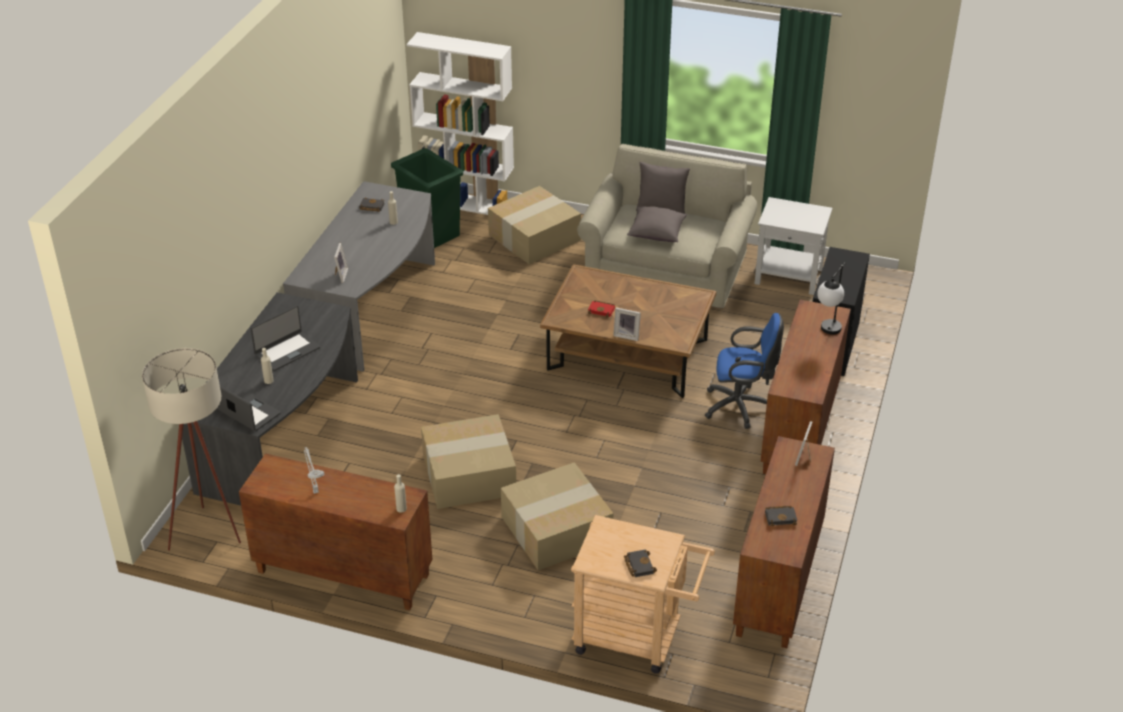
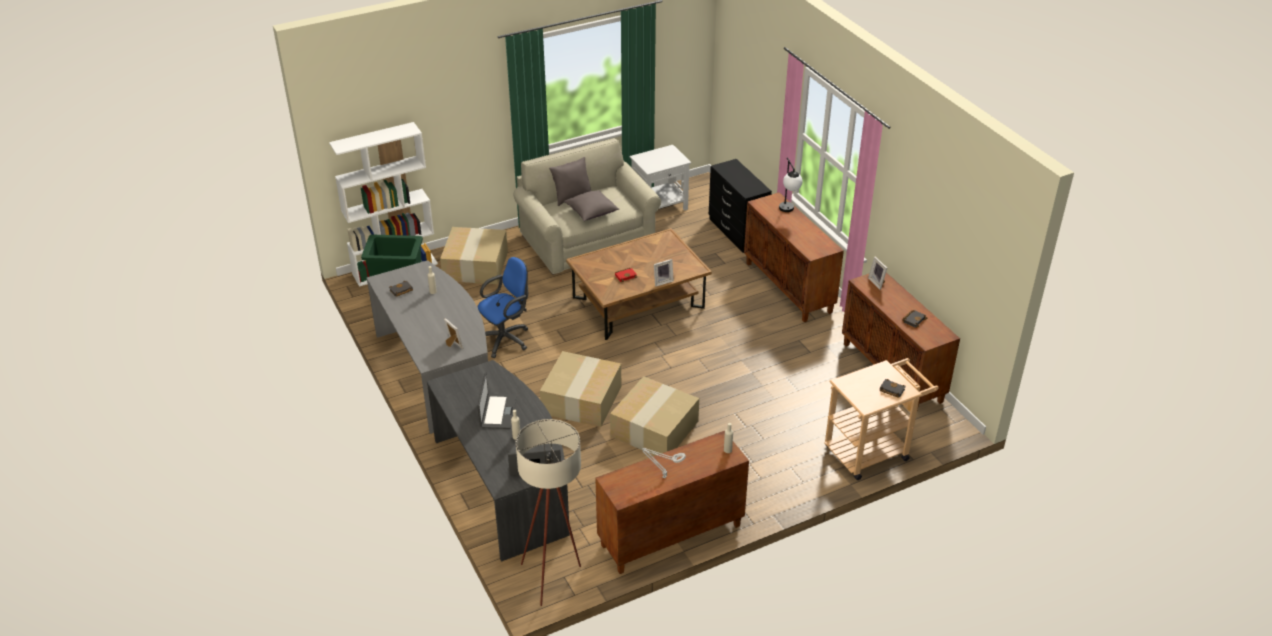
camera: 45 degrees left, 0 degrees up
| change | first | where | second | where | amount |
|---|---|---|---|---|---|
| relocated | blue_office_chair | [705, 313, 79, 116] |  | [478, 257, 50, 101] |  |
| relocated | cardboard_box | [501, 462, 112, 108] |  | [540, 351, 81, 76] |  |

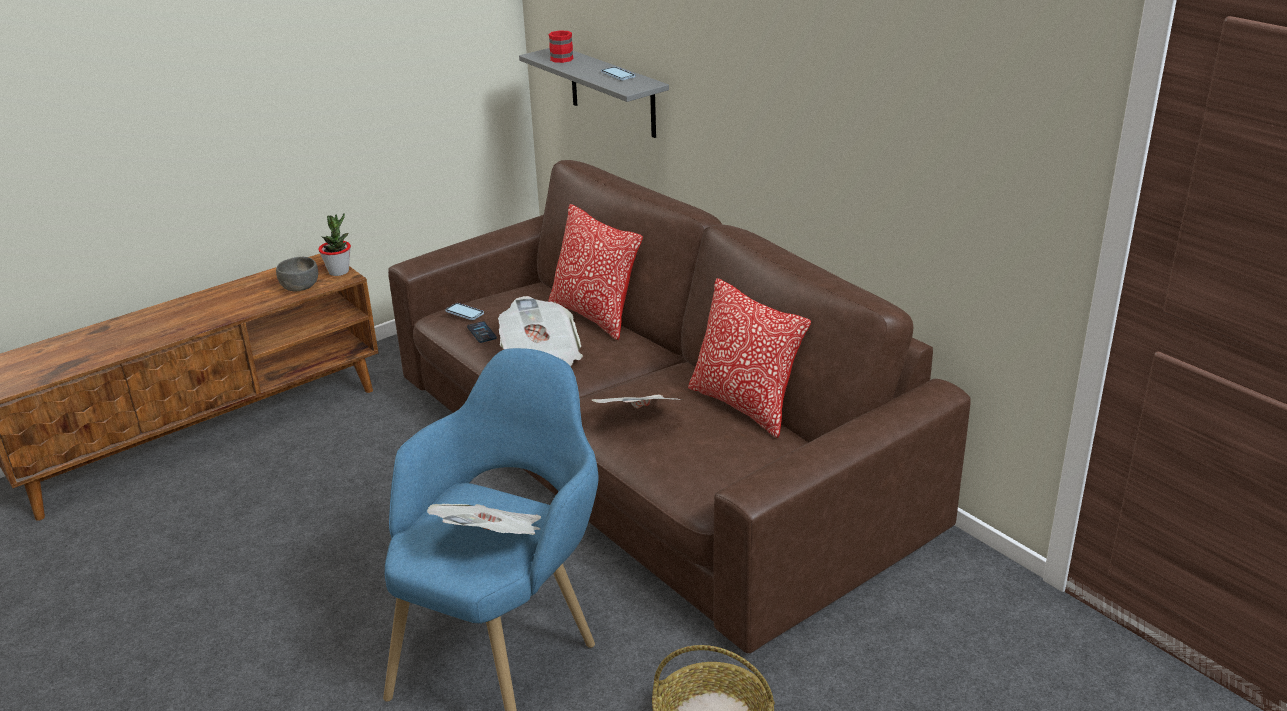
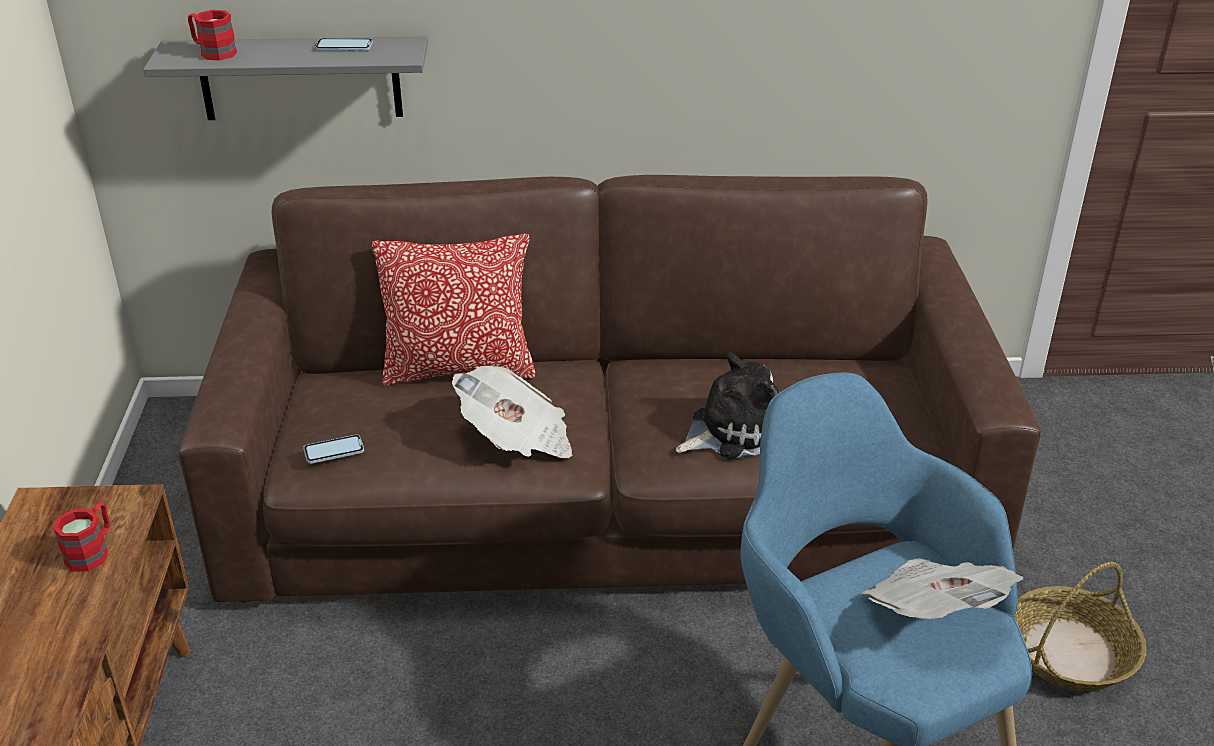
camera: 55 degrees left, 5 degrees up
| change | first | where | second | where | amount |
|---|---|---|---|---|---|
| missing | potted_plant | [318, 213, 33, 63] |  |  |  |
| exchanged | grey_bowl | [276, 257, 42, 35] | red_mug | [53, 503, 57, 69] |  |
| missing | pillow | [688, 278, 123, 160] |  |  |  |
| missing | phone | [467, 321, 30, 22] |  |  |  |
| exchanged | newspaper | [592, 395, 90, 13] | plush_toy | [676, 352, 104, 107] |  |

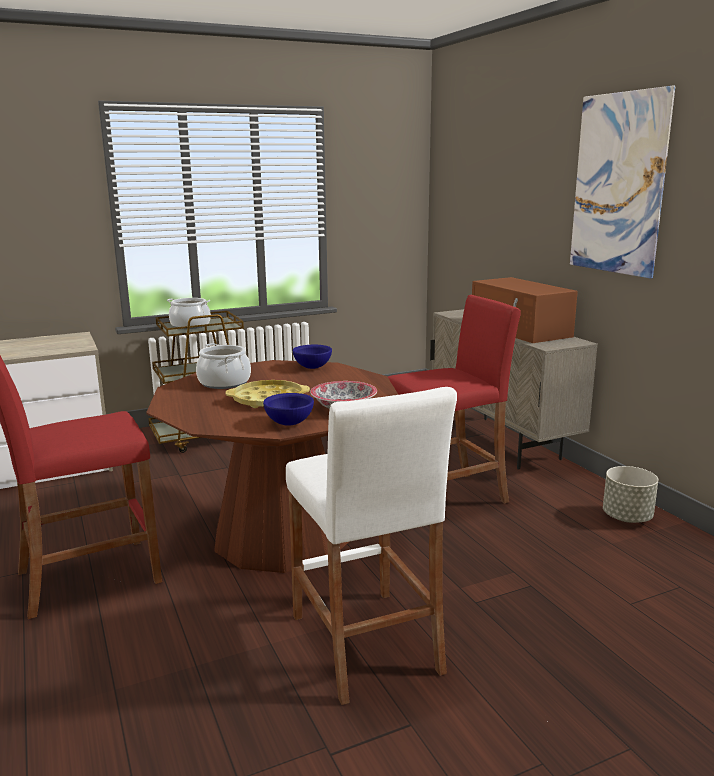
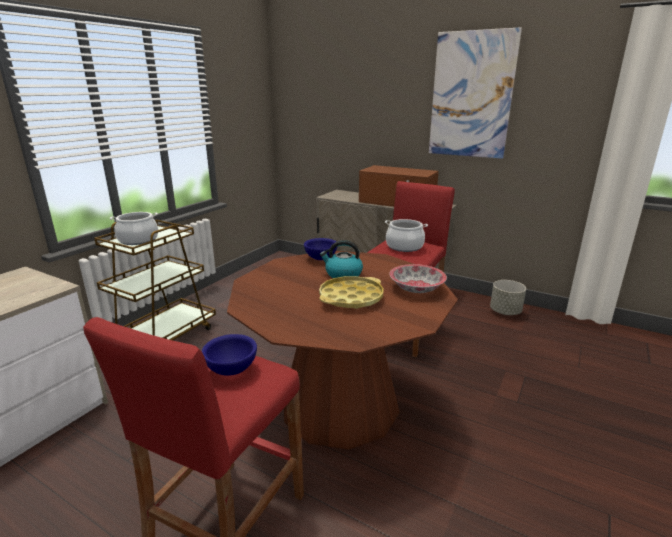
camera: 35 degrees left, 5 degrees up
| change | first | where | second | where | amount |
|---|---|---|---|---|---|
| relocated | cooking_pot | [196, 343, 55, 46] |  | [385, 219, 43, 33] |  |
| missing | white_stool | [286, 387, 171, 318] |  |  |  |
| relocated | blue_bowl | [263, 393, 51, 33] |  | [202, 334, 55, 42] |  |
| appeared |  |  | kettle | [320, 240, 43, 38] |  |

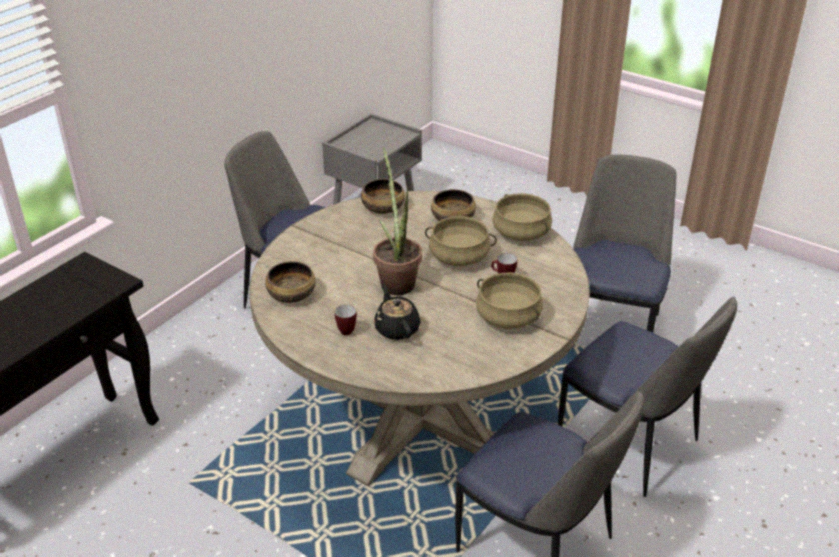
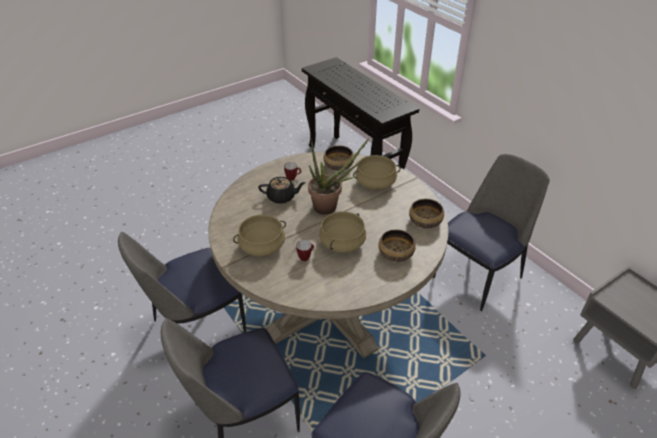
camera: 110 degrees right, 5 degrees up
| change | first | where | second | where | amount |
|---|---|---|---|---|---|
| relocated | beige_cooking_pot | [492, 193, 60, 48] |  | [353, 155, 48, 35] |  |

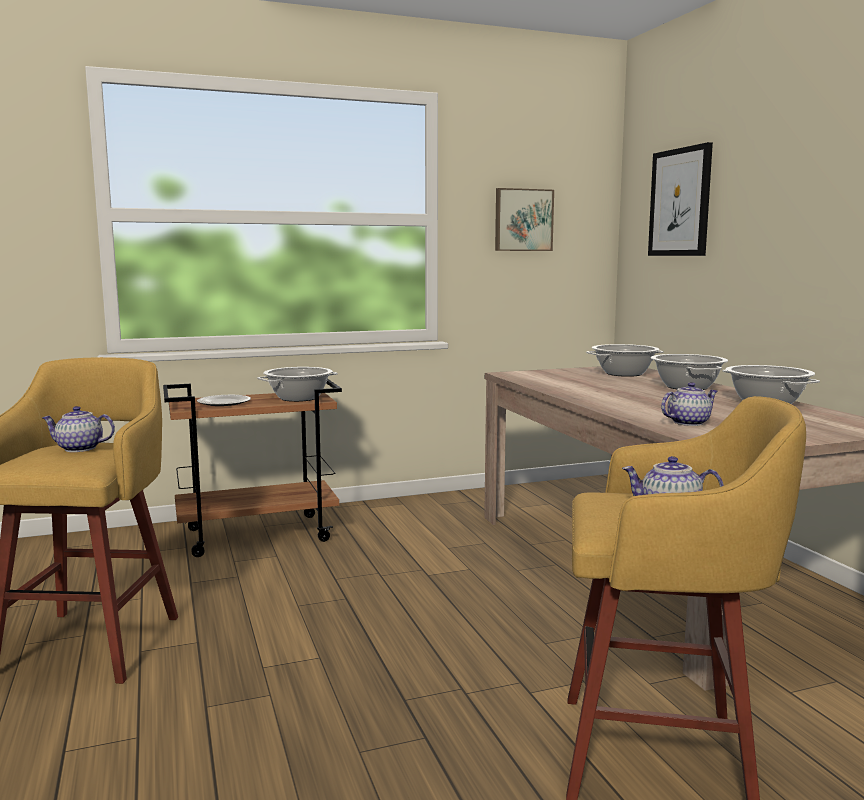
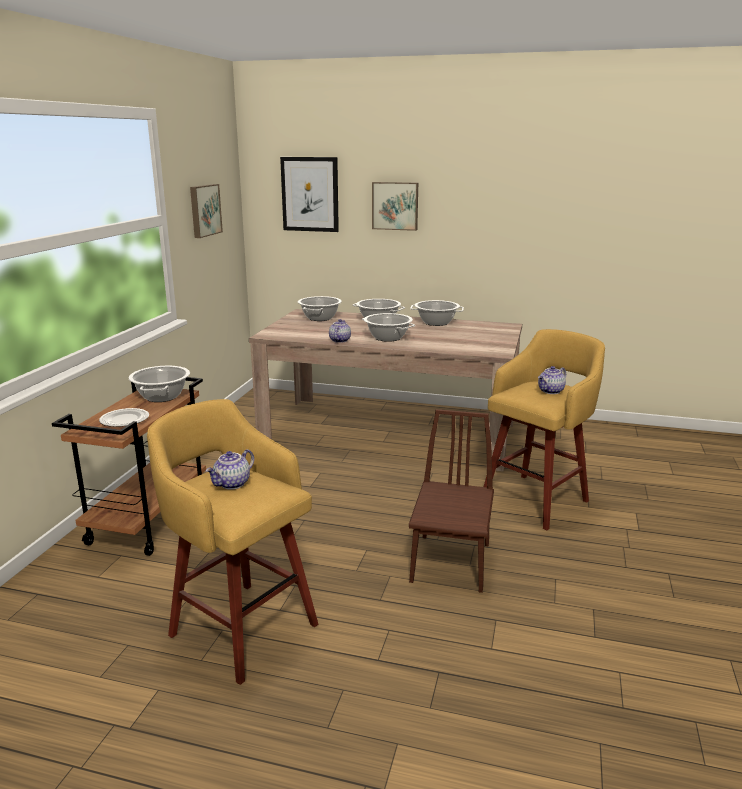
camera: 55 degrees left, 10 degrees up
| change | first | where | second | where | amount |
|---|---|---|---|---|---|
| relocated | teapot | [661, 382, 57, 44] |  | [329, 319, 22, 24] |  |
| appeared |  |  | picture | [372, 182, 46, 49] |  |
| appeared |  |  | cooking_pot | [362, 313, 53, 29] |  |
| appeared |  |  | brown_chair | [409, 409, 85, 184] |  |

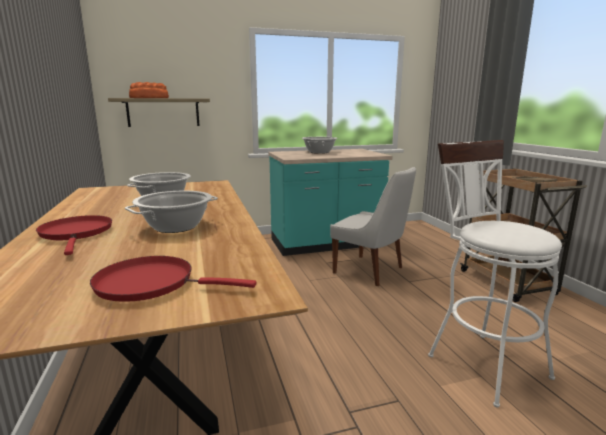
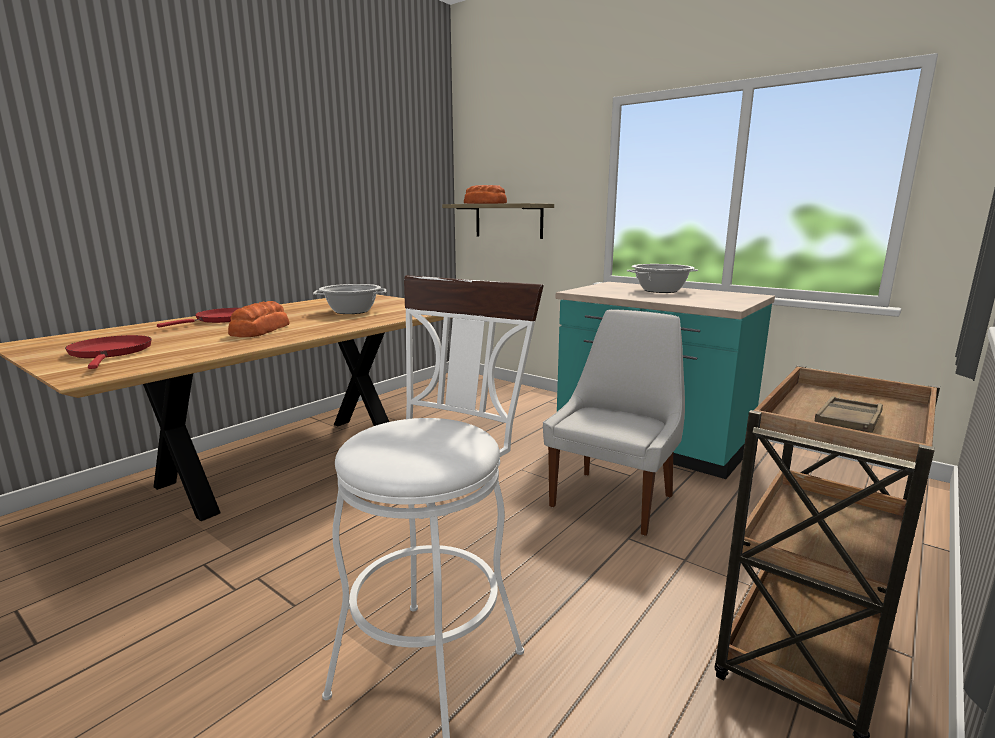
camera: 55 degrees right, 0 degrees up
| change | first | where | second | where | amount |
|---|---|---|---|---|---|
| spun | white_chair | [330, 167, 86, 119] |  | [543, 309, 142, 227] | 150 degrees counterclockwise |
| exchanged | cooking_pot | [125, 191, 93, 42] | bread | [228, 301, 62, 36] |  |

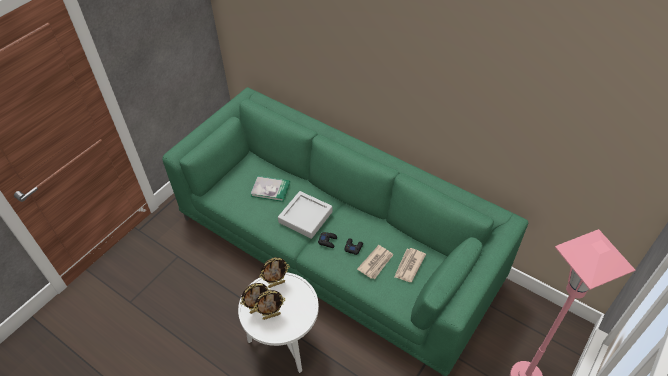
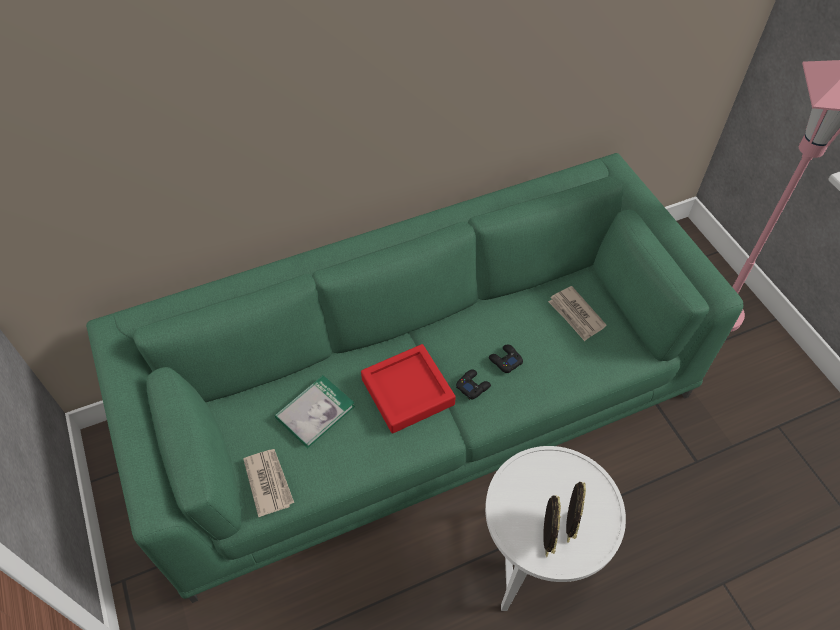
camera: 60 degrees left, 5 degrees up
| change | first | where | second | where | amount |
|---|---|---|---|---|---|
| colour | grey_tray | [278, 191, 55, 48] | red_tray | [361, 344, 95, 90] |  |
| relocated | newspaper | [357, 245, 36, 34] |  | [243, 449, 51, 68] |  |
| missing | picture_frame | [259, 257, 31, 31] |  |  |  |

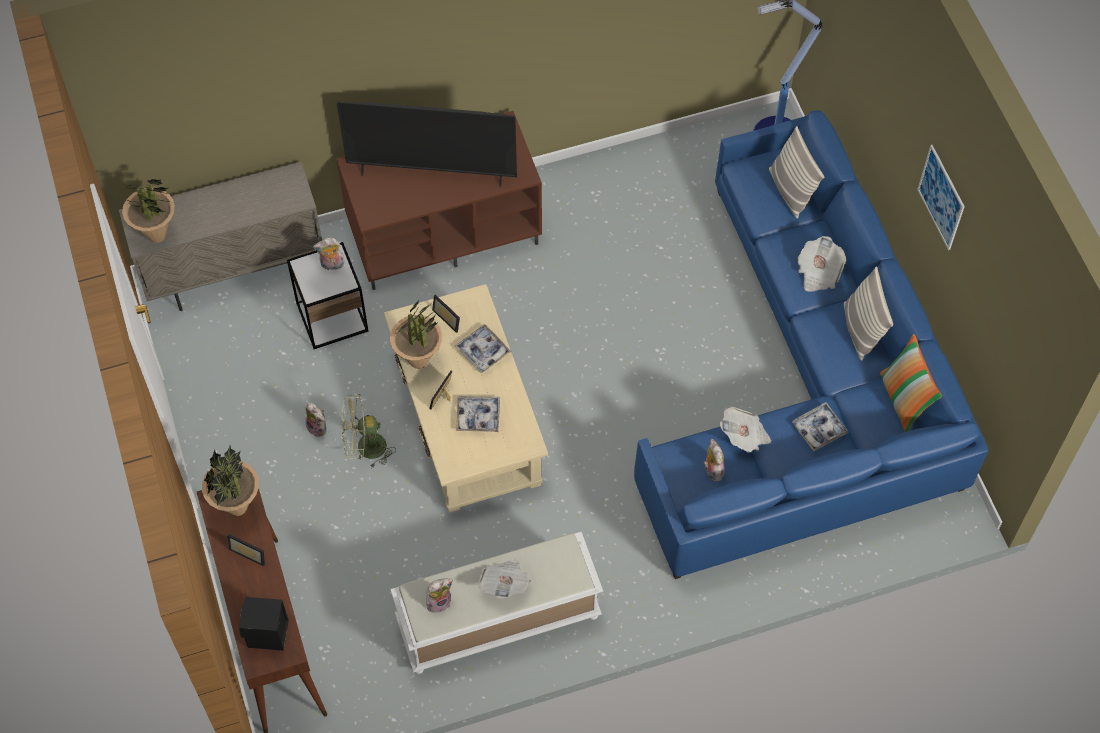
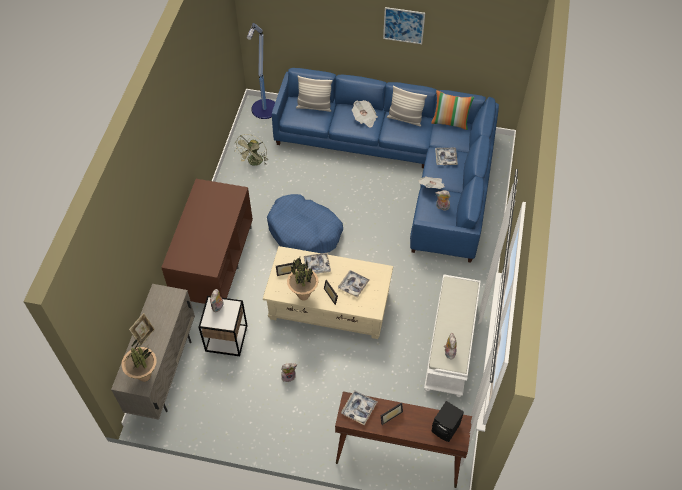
camera: 60 degrees left, 5 degrees down
| change | first | where | second | where | amount |
|---|---|---|---|---|---|
| missing | television | [337, 101, 180, 87] |  |  |  |
| relocated | green_fan | [342, 394, 54, 75] |  | [236, 134, 32, 32] |  |
| exchanged | potted_plant | [202, 446, 57, 70] | tray | [341, 390, 36, 35] |  |
| missing | newspaper | [477, 560, 54, 39] |  |  |  |
| appeared |  |  | blue_dog_bed | [267, 194, 76, 59] |  |
| appeared |  |  | picture_frame | [129, 313, 26, 32] |  |

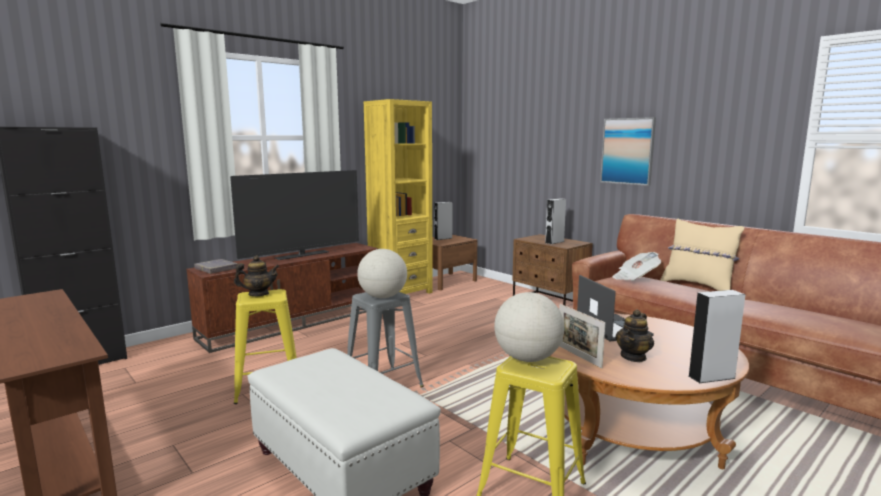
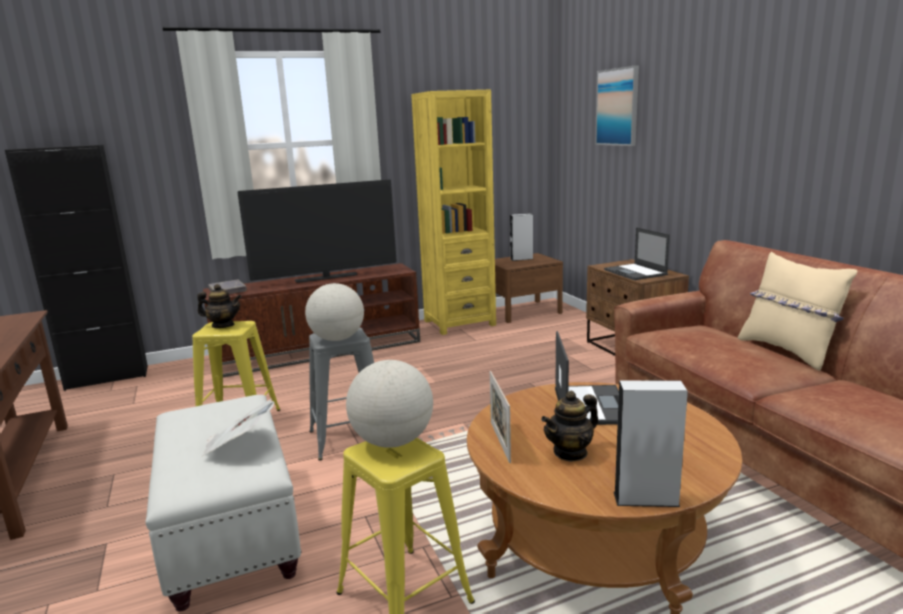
camera: 20 degrees right, 5 degrees up
| change | first | where | second | where | amount |
|---|---|---|---|---|---|
| relocated | picture | [600, 117, 56, 69] |  | [595, 66, 44, 80] |  |
| exchanged | grey_speaker | [545, 198, 21, 46] | laptop | [604, 227, 66, 53] |  |
| relocated | newspaper | [612, 252, 49, 29] |  | [202, 399, 73, 57] |  |

